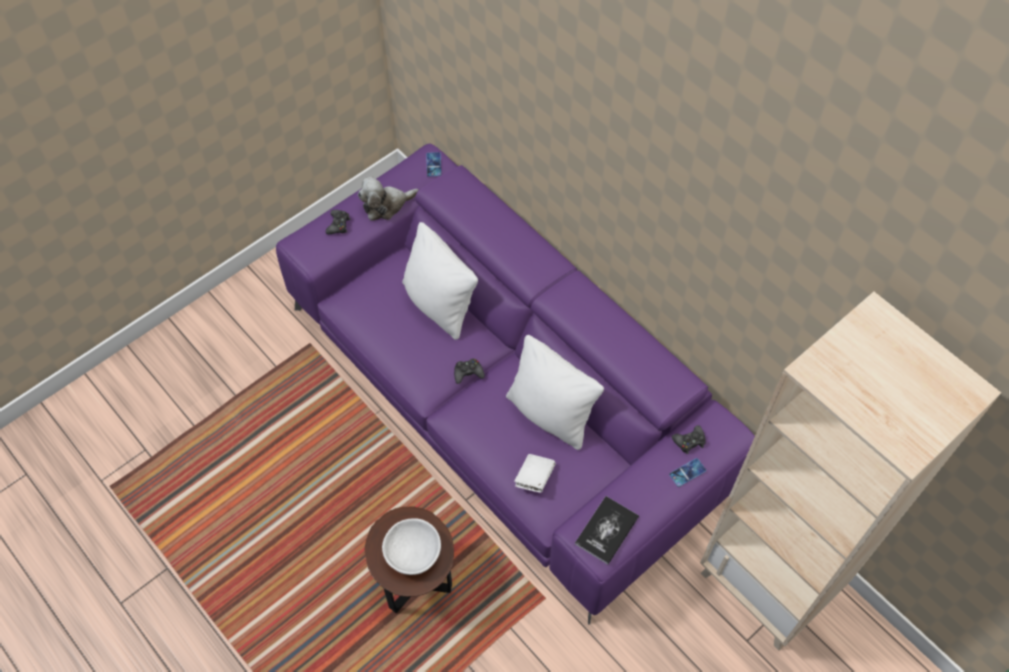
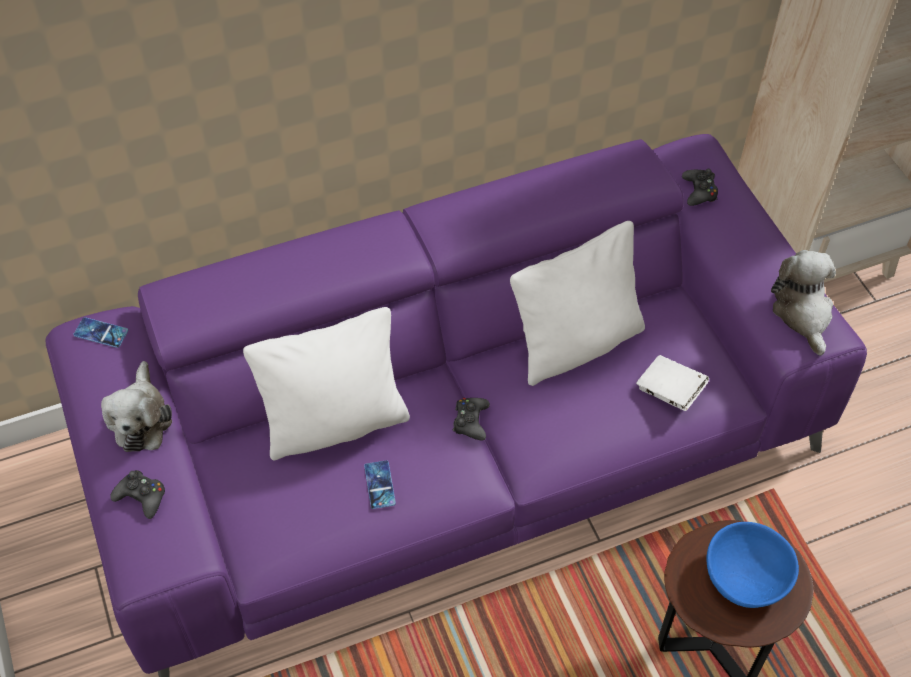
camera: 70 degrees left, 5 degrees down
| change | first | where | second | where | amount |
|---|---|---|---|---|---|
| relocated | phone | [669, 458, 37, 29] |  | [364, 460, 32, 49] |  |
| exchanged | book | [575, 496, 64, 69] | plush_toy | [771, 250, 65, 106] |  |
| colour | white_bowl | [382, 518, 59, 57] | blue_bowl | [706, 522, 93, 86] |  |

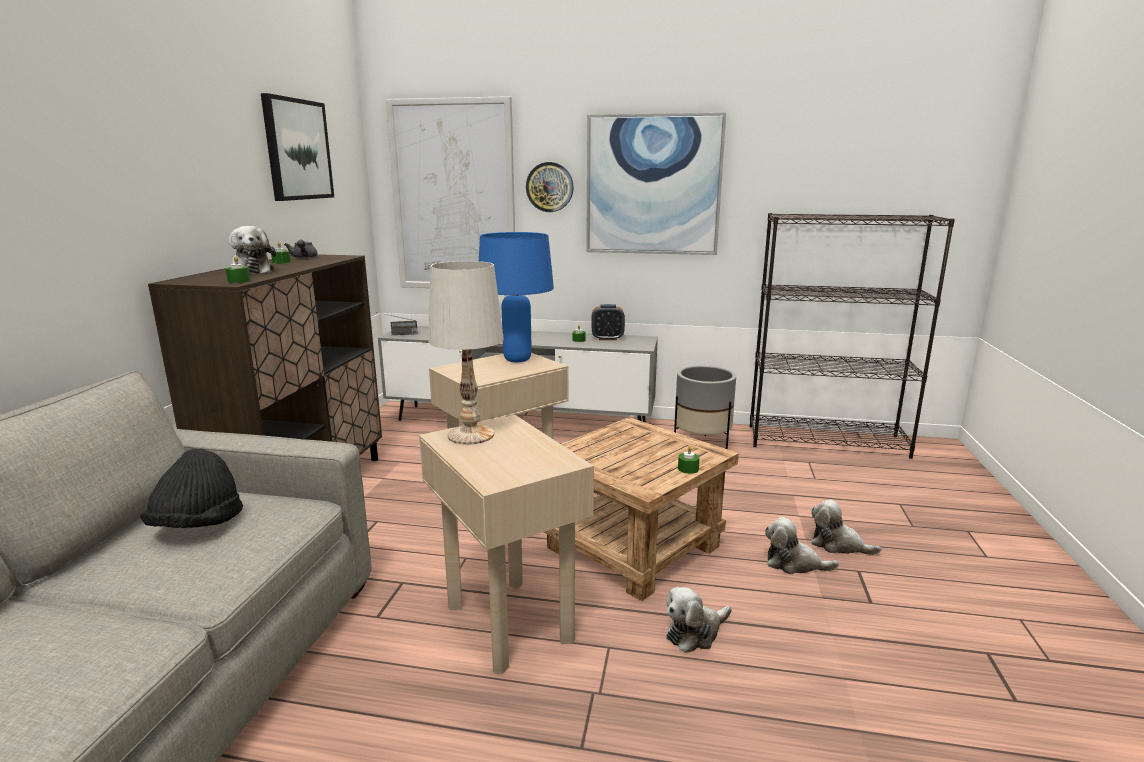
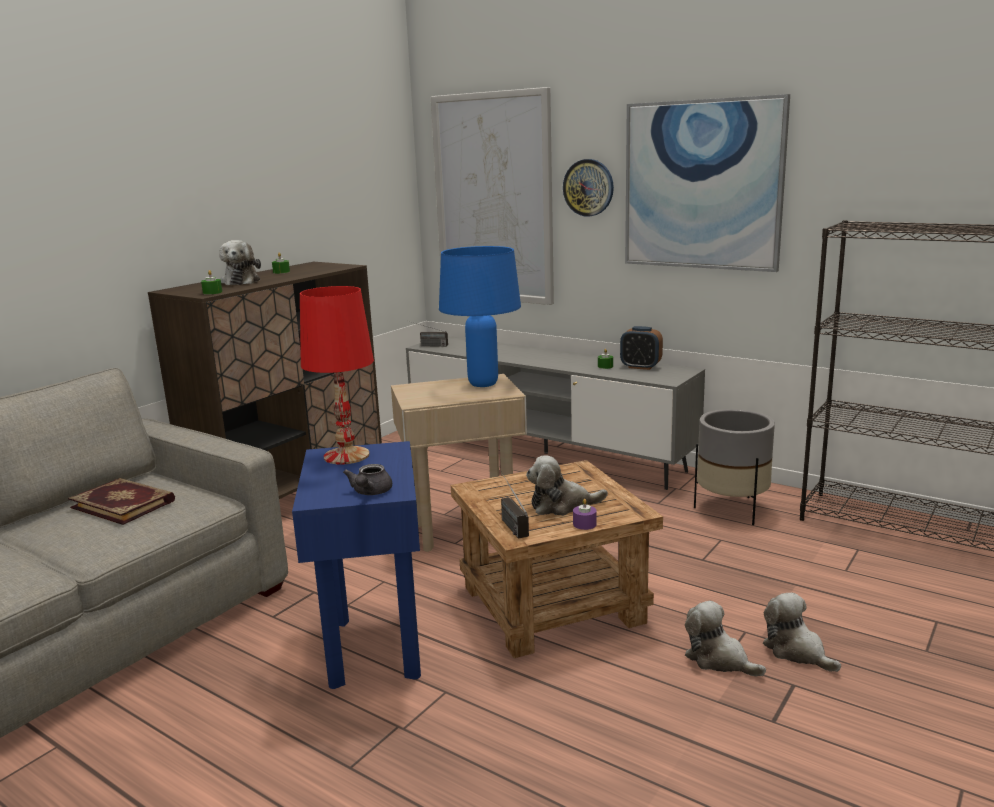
camera: 25 degrees right, 0 degrees up
| change | first | where | second | where | amount |
|---|---|---|---|---|---|
| missing | picture | [261, 93, 73, 108] |  |  |  |
| relocated | grey_teapot | [284, 240, 34, 18] |  | [343, 464, 49, 31] |  |
| colour | white_table_lamp | [428, 261, 76, 184] | red_table_lamp | [300, 286, 74, 179] |  |
| colour | beige_side_table | [419, 415, 175, 259] | blue_side_table | [292, 441, 129, 248] |  |
| colour | green_candle | [678, 446, 22, 28] | purple_candle | [573, 499, 24, 31] |  |
| exchanged | black_hat | [140, 449, 103, 79] | book | [68, 478, 107, 47] |  |
| relocated | plush_toy | [666, 587, 65, 66] |  | [526, 455, 82, 61] |  |
| appeared |  |  | radio | [501, 471, 28, 68] |  |

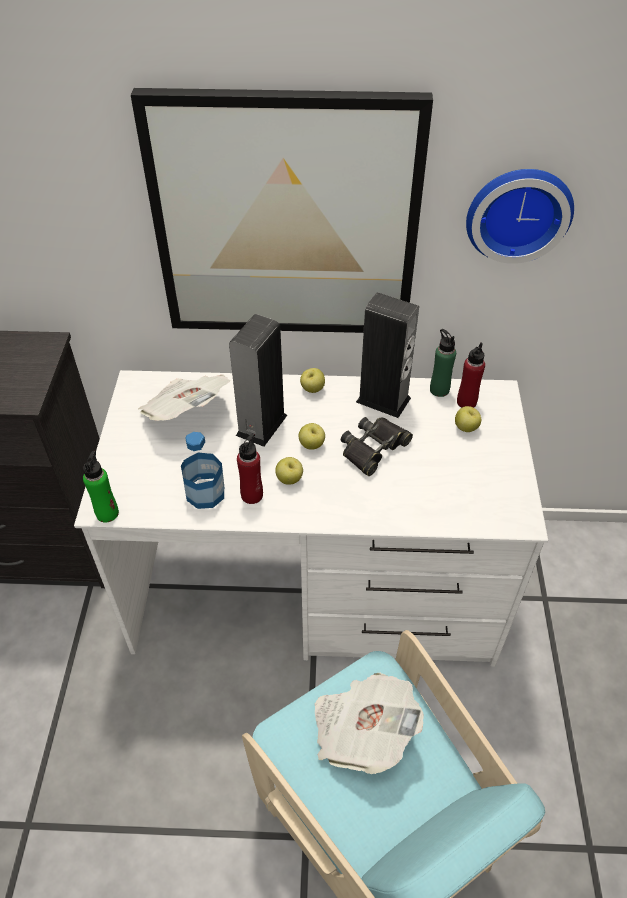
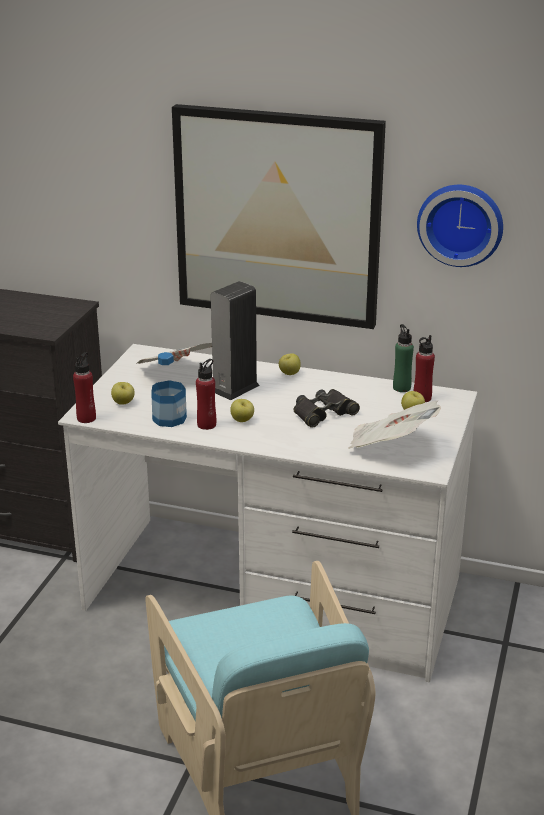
camera: 15 degrees right, 20 degrees down
| change | first | where | second | where | amount |
|---|---|---|---|---|---|
| missing | speaker | [356, 292, 63, 126] |  |  |  |
| relocated | apple | [299, 423, 26, 27] |  | [111, 382, 24, 23] |  |
| colour | green_bottle | [83, 451, 36, 72] | red_bottle | [73, 352, 23, 71] |  |
| relocated | newspaper | [315, 673, 109, 101] |  | [348, 400, 93, 49] |  |

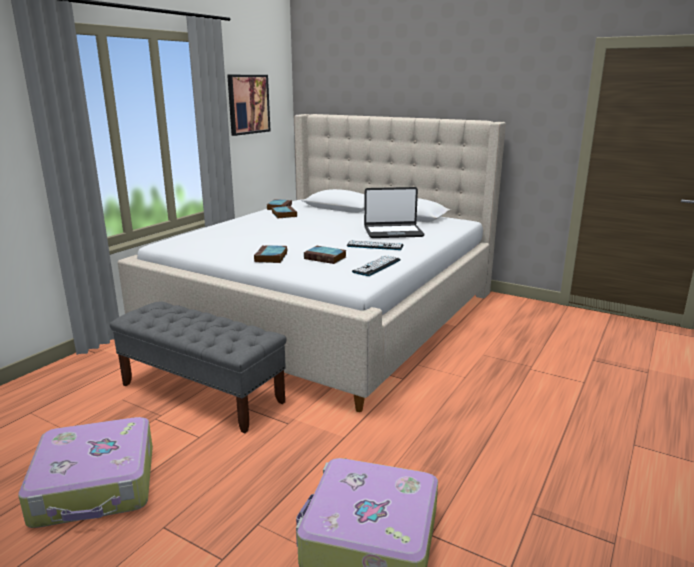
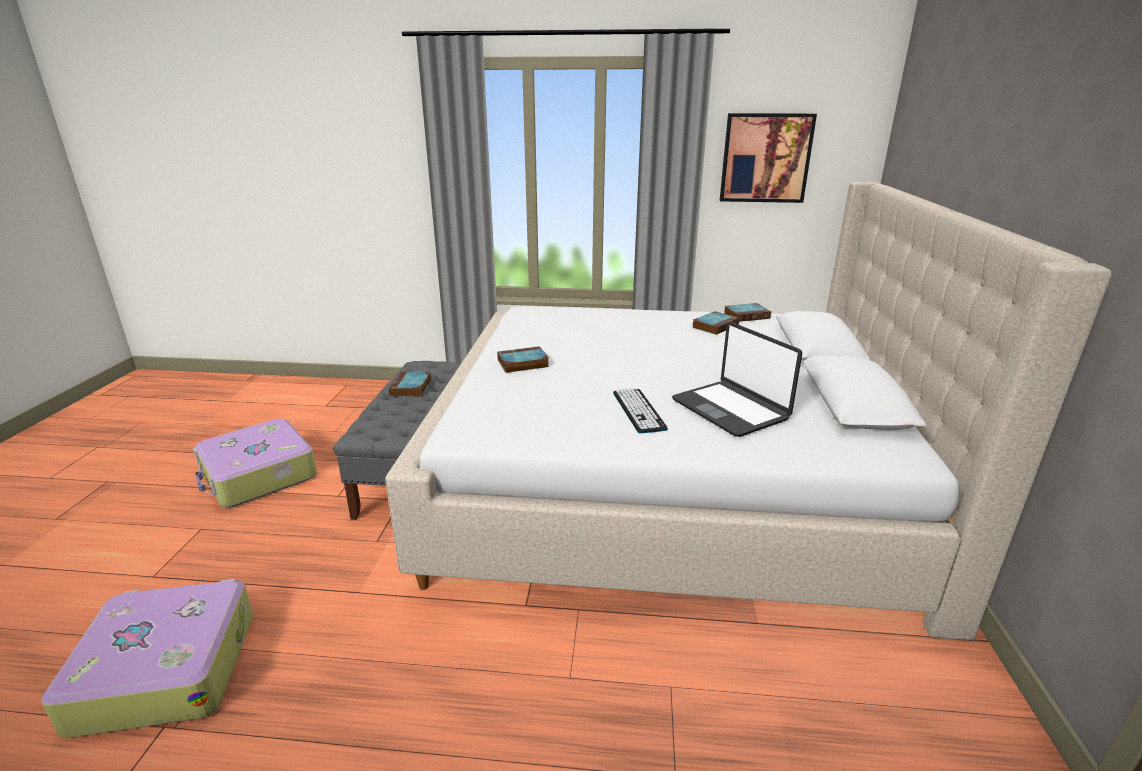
camera: 65 degrees right, 5 degrees up
| change | first | where | second | where | amount |
|---|---|---|---|---|---|
| relocated | book | [304, 246, 42, 18] |  | [389, 371, 42, 26] |  |
| missing | keyboard | [352, 255, 49, 21] |  |  |  |

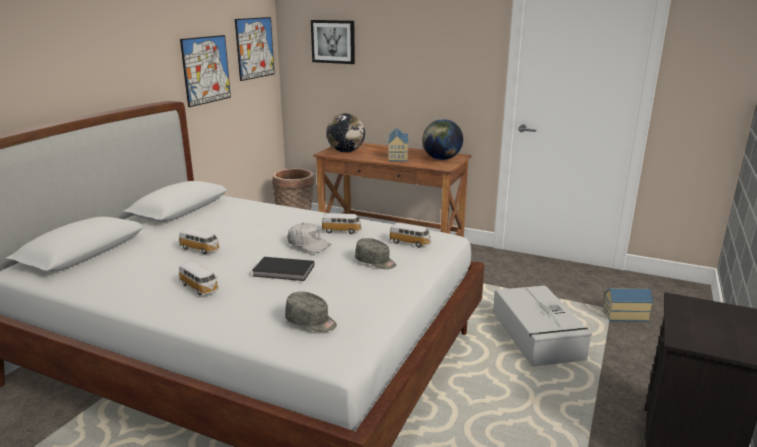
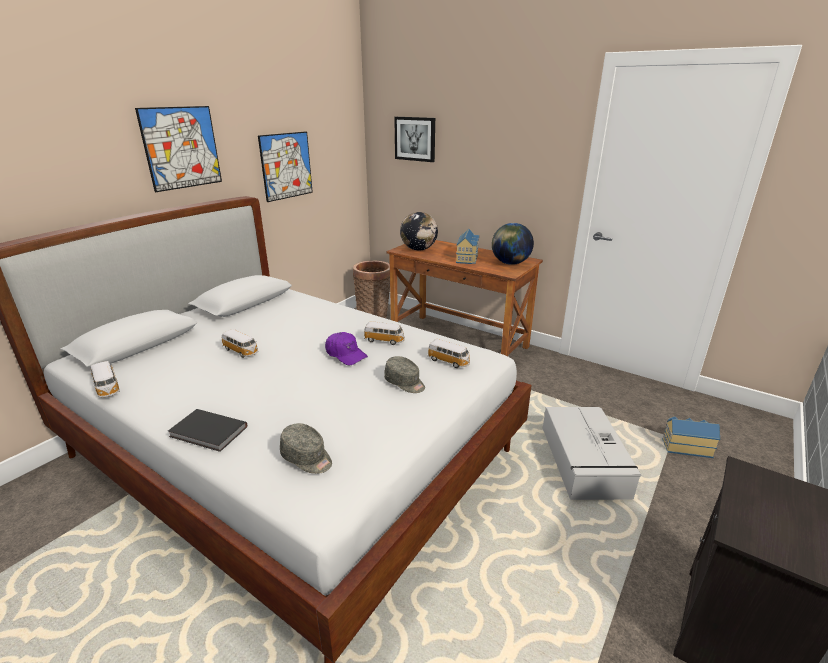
camera: 10 degrees right, 5 degrees up
| change | first | where | second | where | amount |
|---|---|---|---|---|---|
| relocated | picture | [235, 17, 40, 64] |  | [135, 106, 87, 86] |  |
| colour | white_cap | [287, 222, 44, 31] | purple_cap | [325, 332, 43, 33] |  |
| relocated | black_book | [252, 257, 62, 24] |  | [168, 409, 79, 43] |  |
| relocated | toy_car | [179, 261, 40, 35] |  | [91, 361, 29, 36] |  |

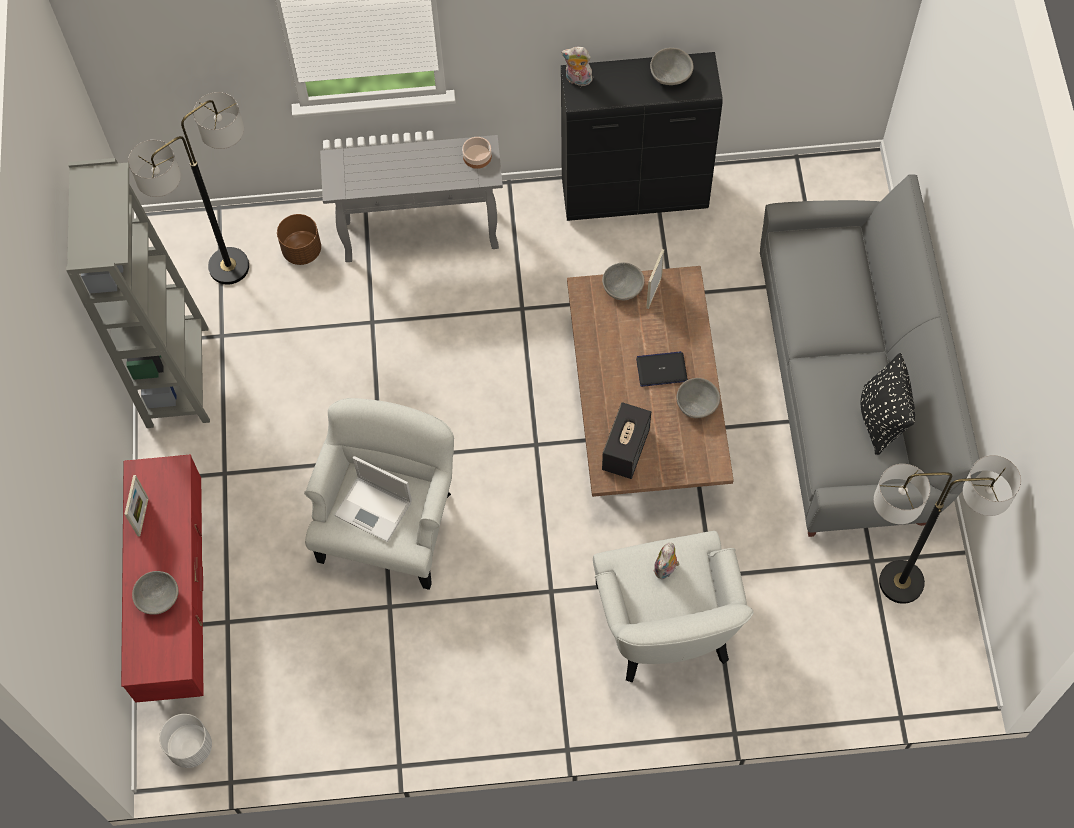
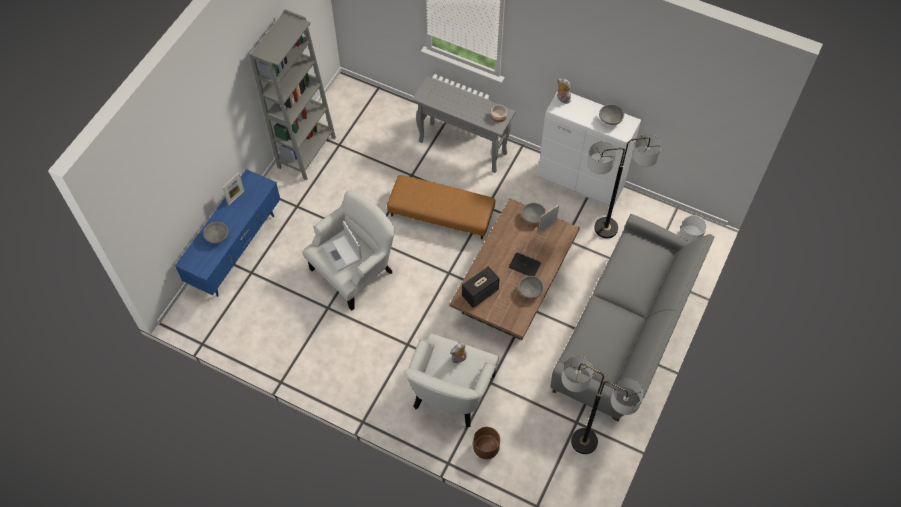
camera: 30 degrees right, 5 degrees down
| change | first | where | second | where | amount |
|---|---|---|---|---|---|
| colour | black_cabinet | [561, 52, 162, 169] | white_cabinet | [538, 91, 103, 116] |  |
| relocated | floor_lamp | [128, 92, 121, 193] |  | [587, 134, 75, 104] |  |
| relocated | brown_planter | [277, 214, 44, 51] |  | [473, 427, 27, 32] |  |
| missing | black_pillow | [861, 353, 54, 102] |  |  |  |
| colour | red_tv_stand | [121, 454, 83, 249] | blue_tv_stand | [175, 169, 105, 128] |  |
| relocated | white_planter | [159, 714, 53, 54] |  | [679, 215, 28, 27] |  |
| appeared |  |  | brown_ottoman | [387, 175, 109, 64] |  |

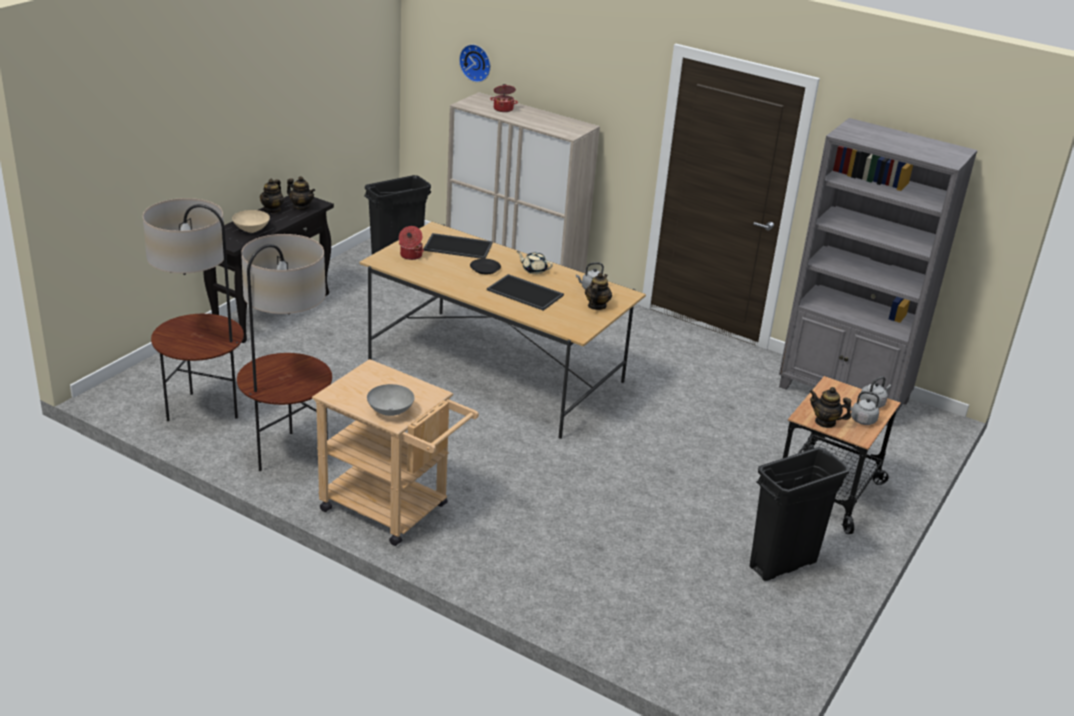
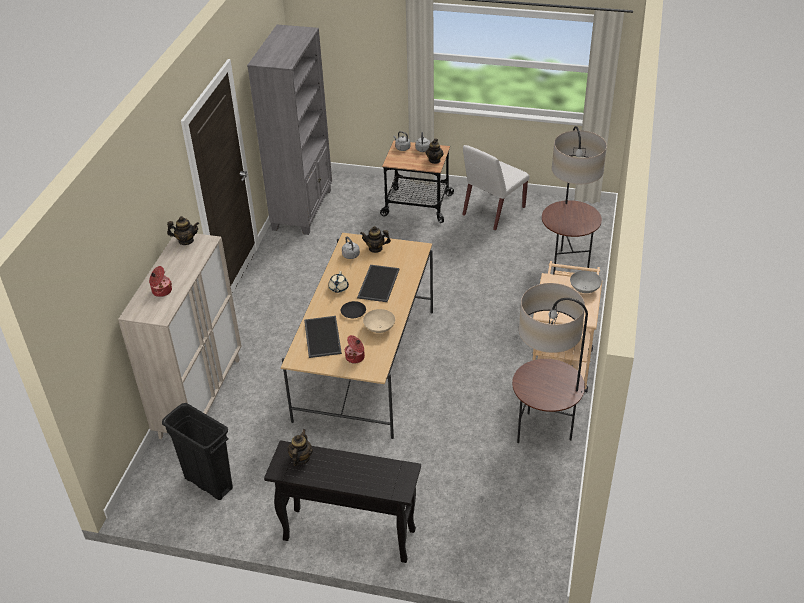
camera: 105 degrees left, 10 degrees up
| change | first | where | second | where | amount |
|---|---|---|---|---|---|
| missing | wall_clock | [459, 44, 32, 38] |  |  |  |
| relocated | teapot | [260, 179, 24, 34] |  | [167, 216, 32, 29] |  |
| relocated | floor_lamp | [143, 198, 101, 223] |  | [542, 126, 65, 148] |  |
| relocated | beige_bowl | [232, 210, 38, 23] |  | [363, 309, 32, 24] |  |
| exchanged | black_trash_can | [750, 447, 99, 134] | white_chair | [462, 145, 67, 85] |  |

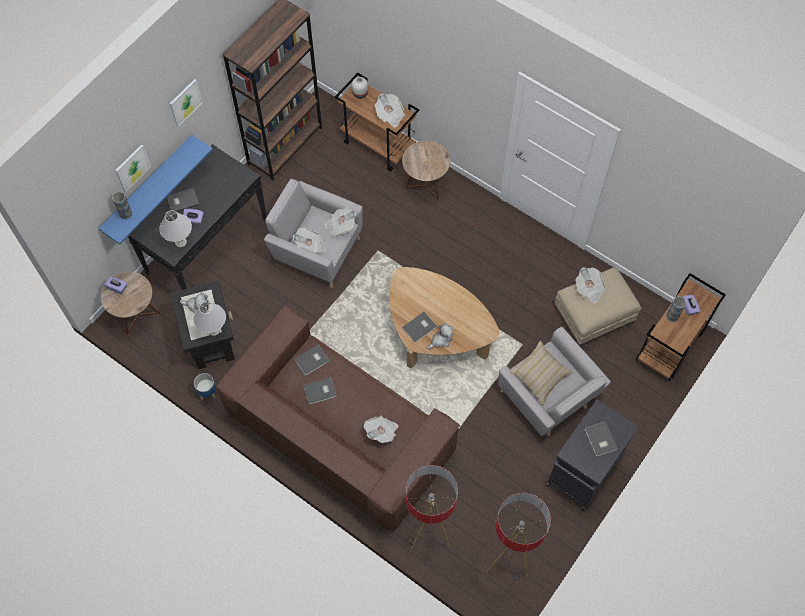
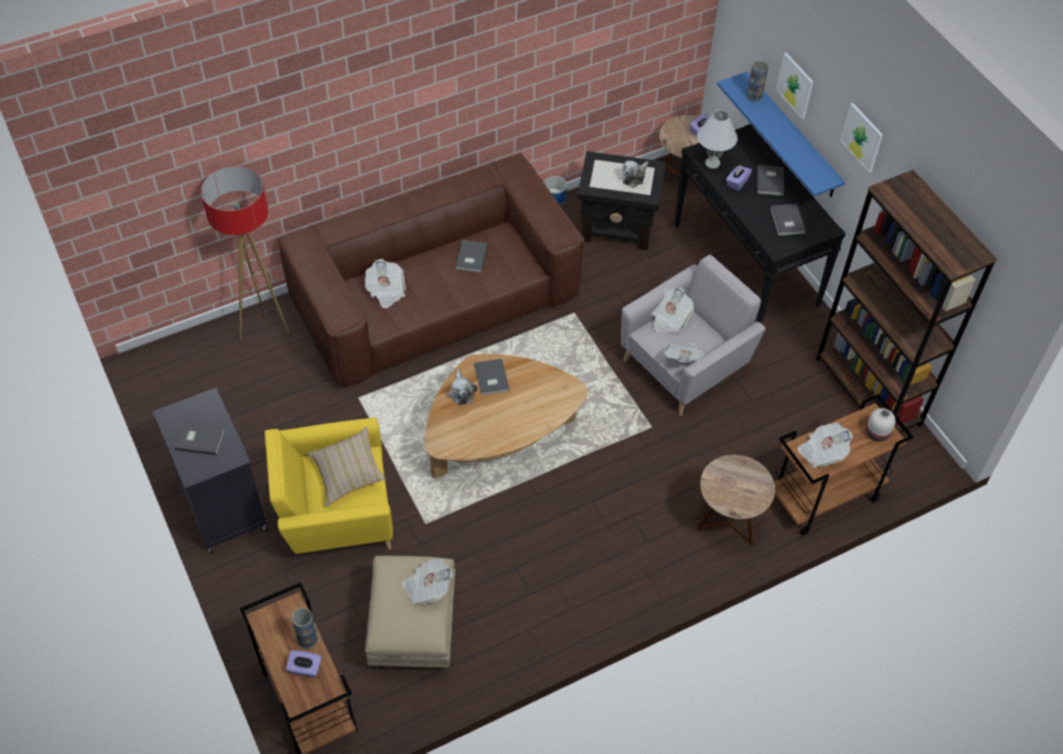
camera: 115 degrees right, 10 degrees down
| change | first | where | second | where | amount |
|---|---|---|---|---|---|
| missing | white_table_lamp | [193, 302, 33, 34] |  |  |  |
| colour | grey_armchair | [498, 327, 113, 109] | yellow_armchair | [265, 418, 128, 136] |  |
| relocated | grey_book | [294, 345, 35, 31] |  | [770, 204, 36, 32] |  |
| missing | floor_lamp | [487, 493, 64, 87] |  |  |  |

